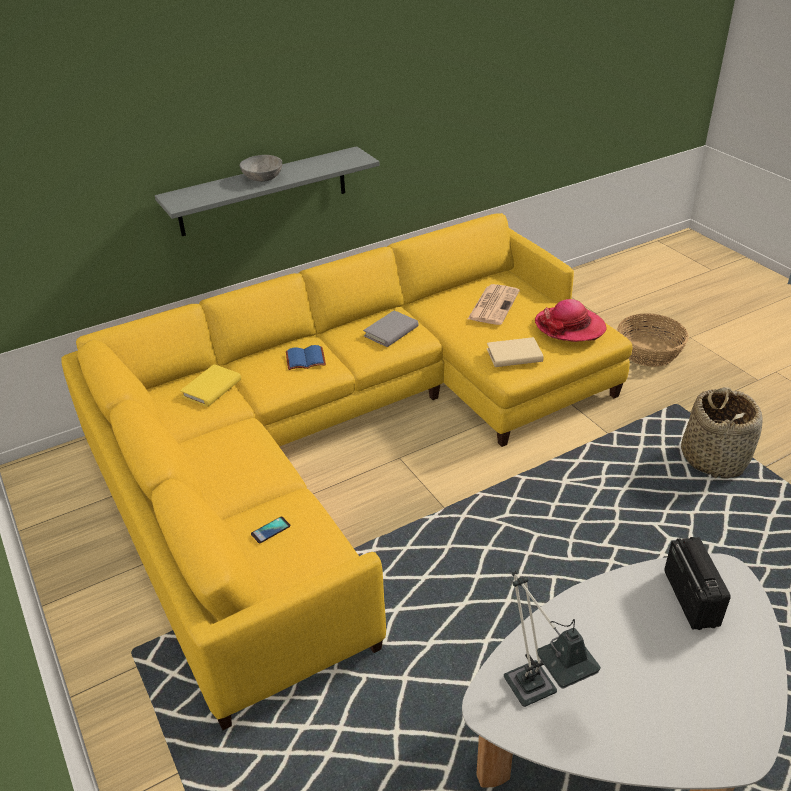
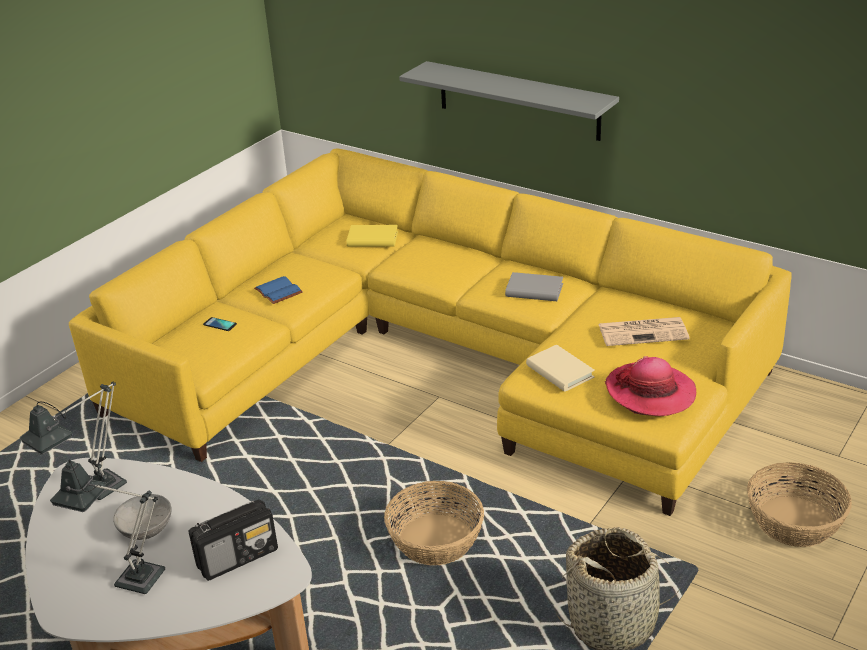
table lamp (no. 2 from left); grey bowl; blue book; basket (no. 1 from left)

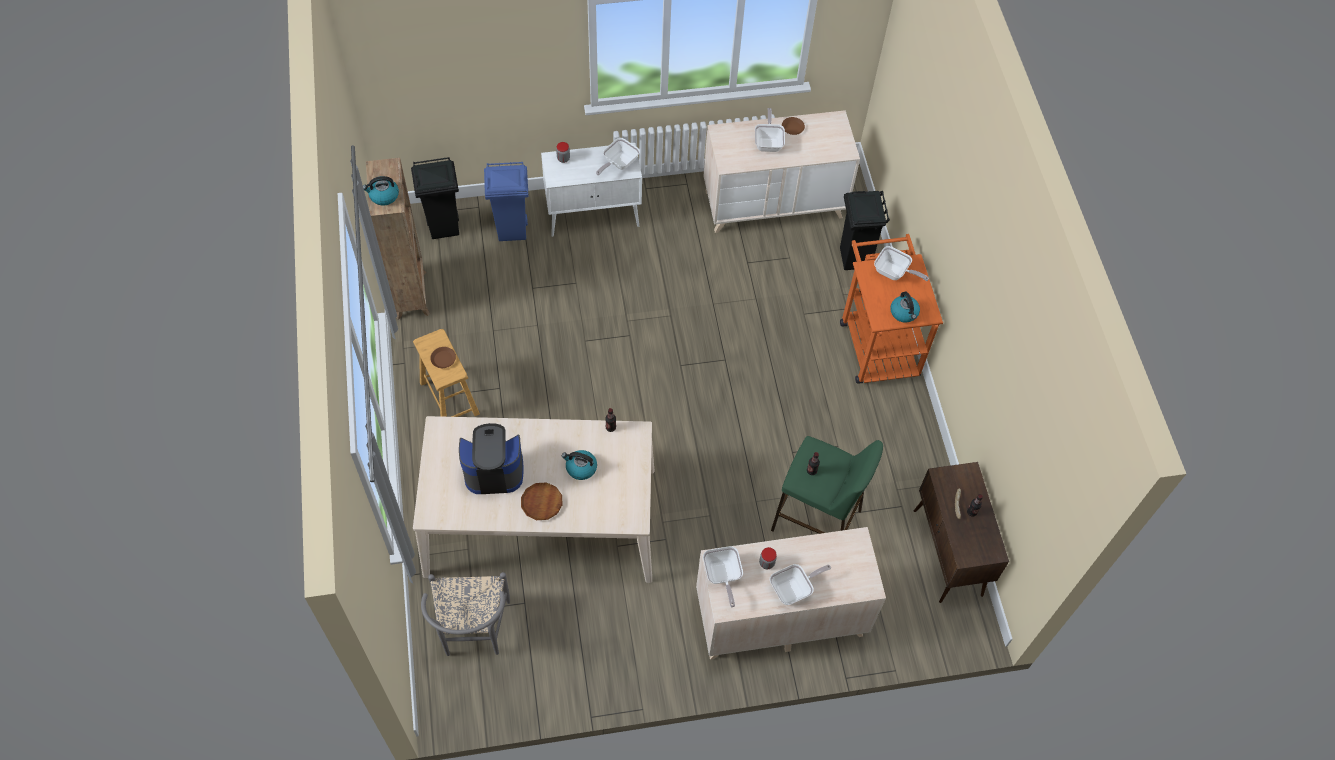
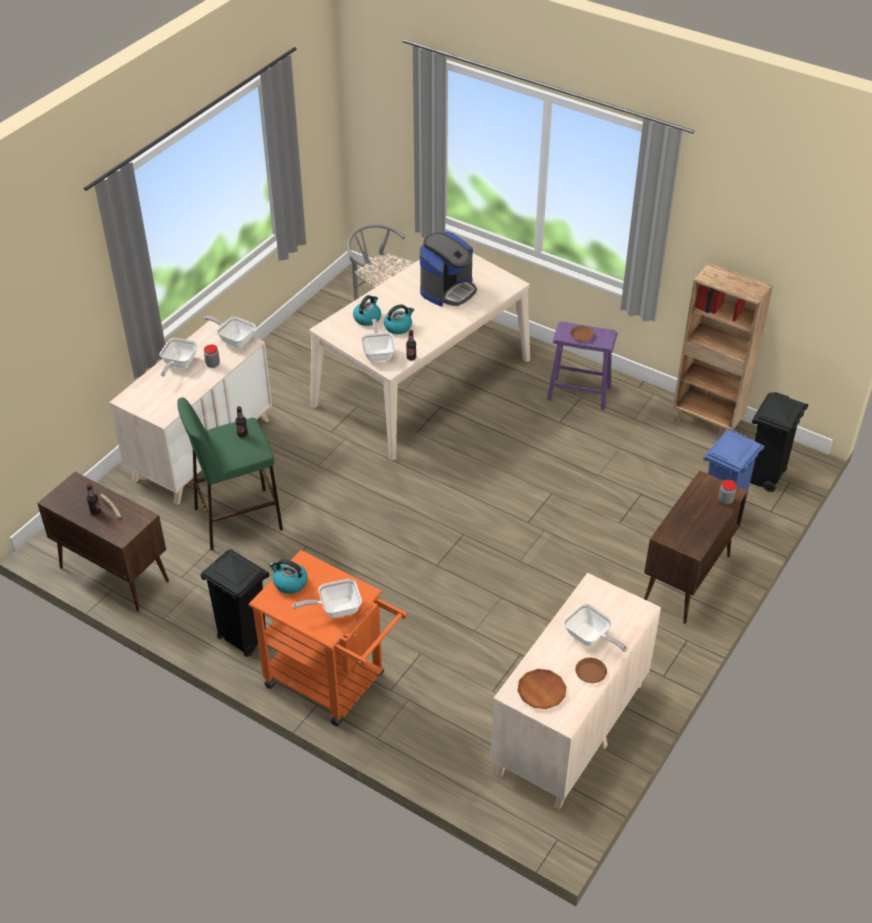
black trash can (no. 1 from left); kettle (no. 2 from left); frying pan (no. 4 from left); brown plate (no. 1 from left); purple stool; brown cabinet (no. 2 from left)

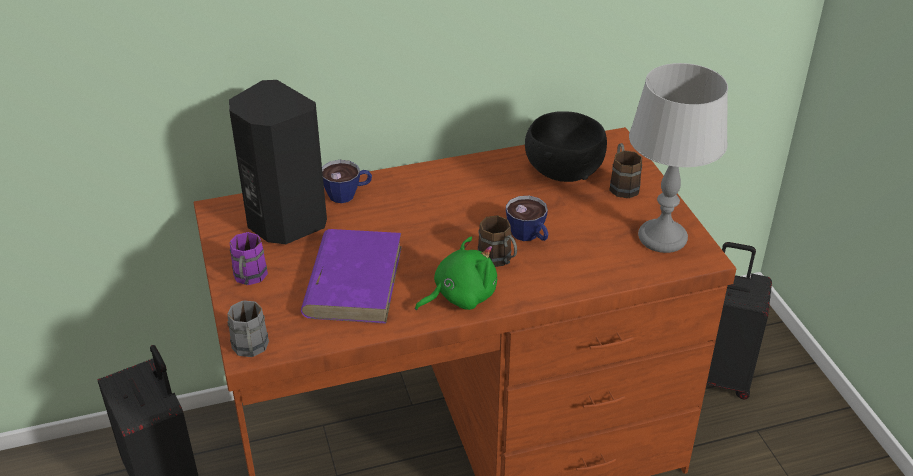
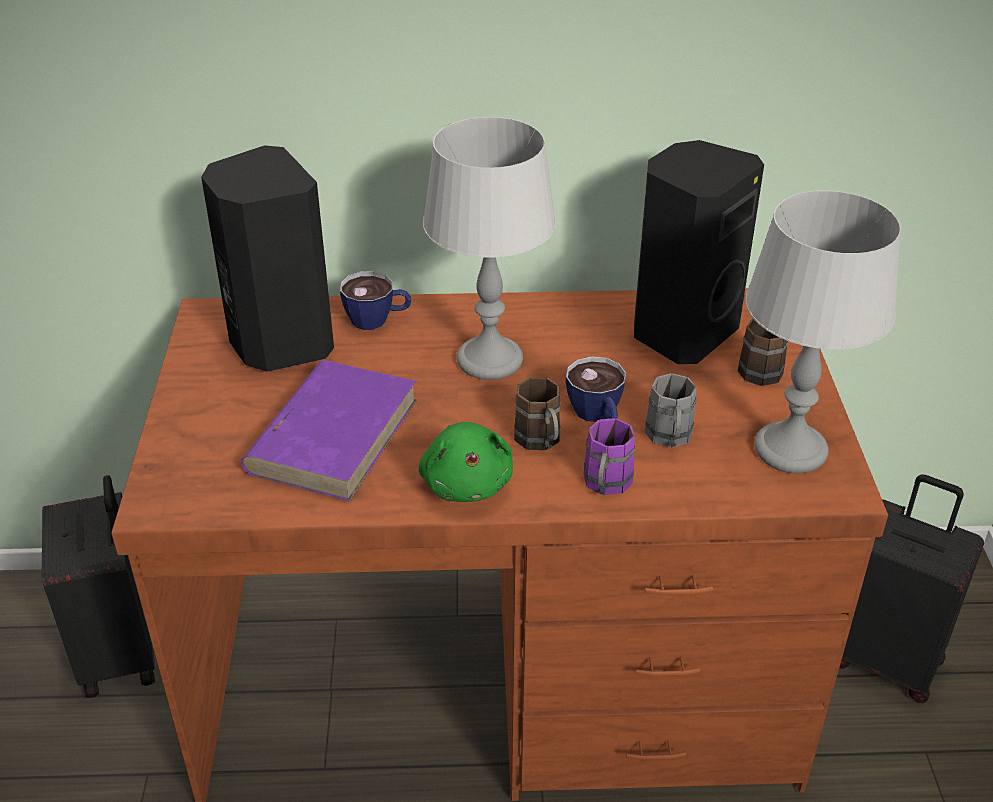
green plush toy; grey table lamp (no. 1 from left); purple mug; black speaker (no. 2 from left); grey mug

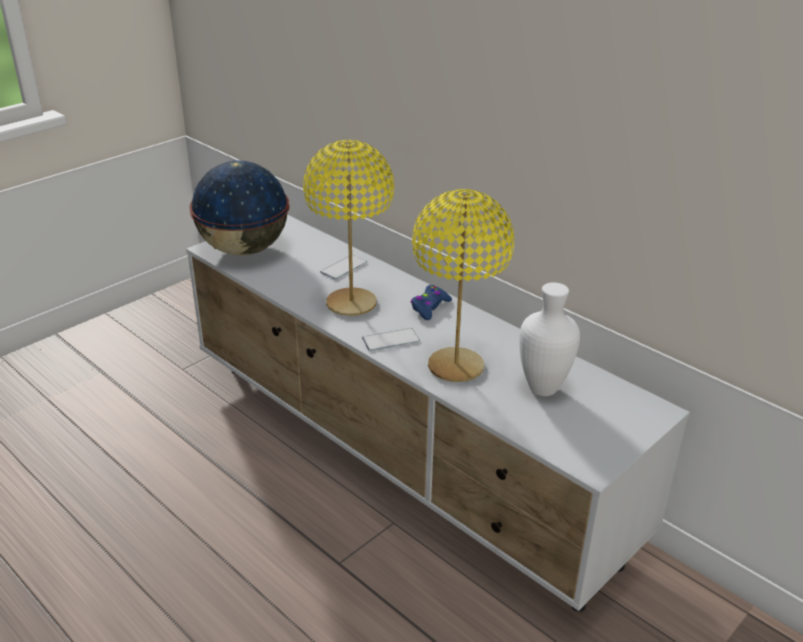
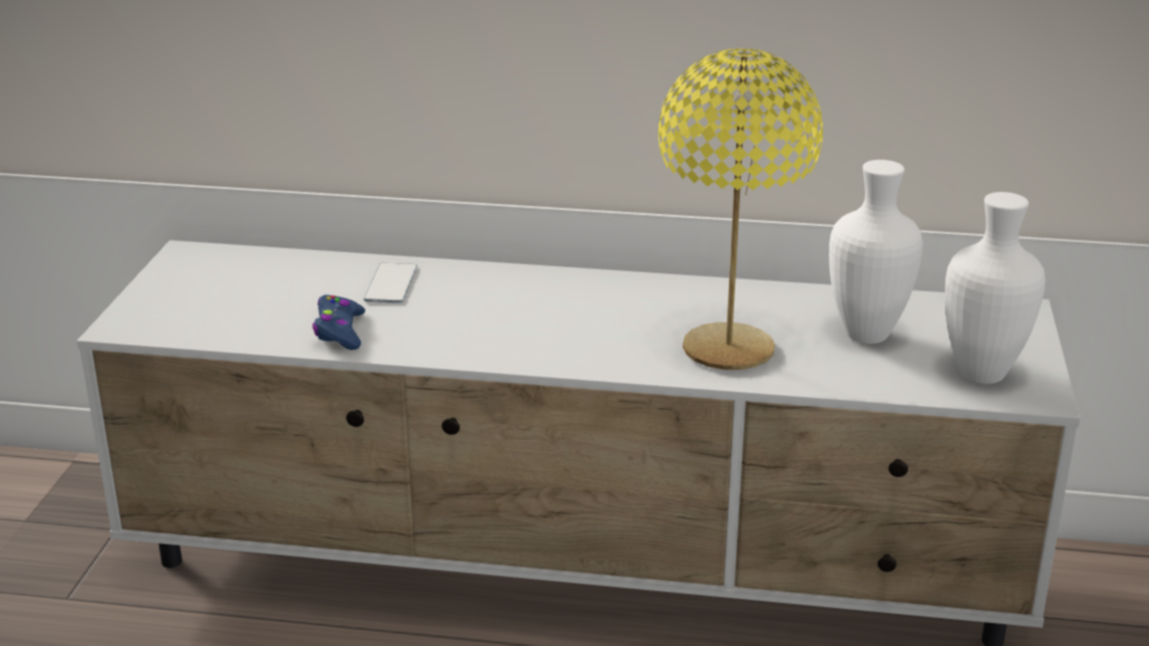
blue game controller; white vase (no. 2 from left); globe; yellow table lamp (no. 1 from left in the first image); phone (no. 2 from left in the first image)

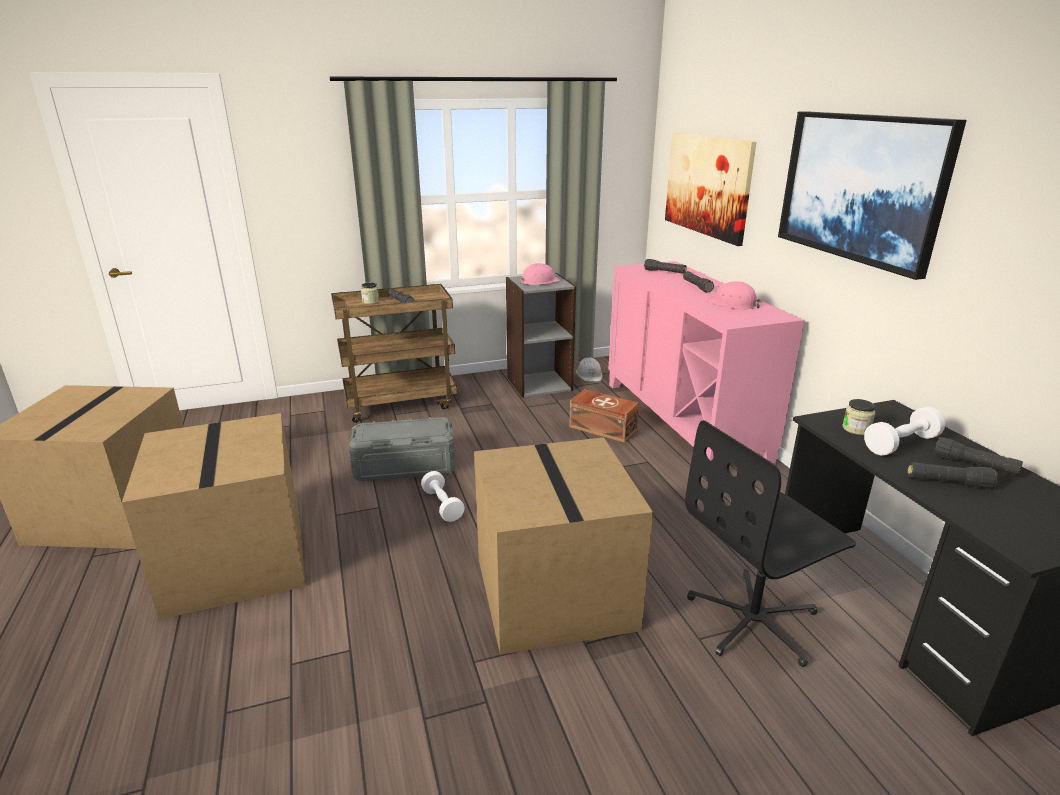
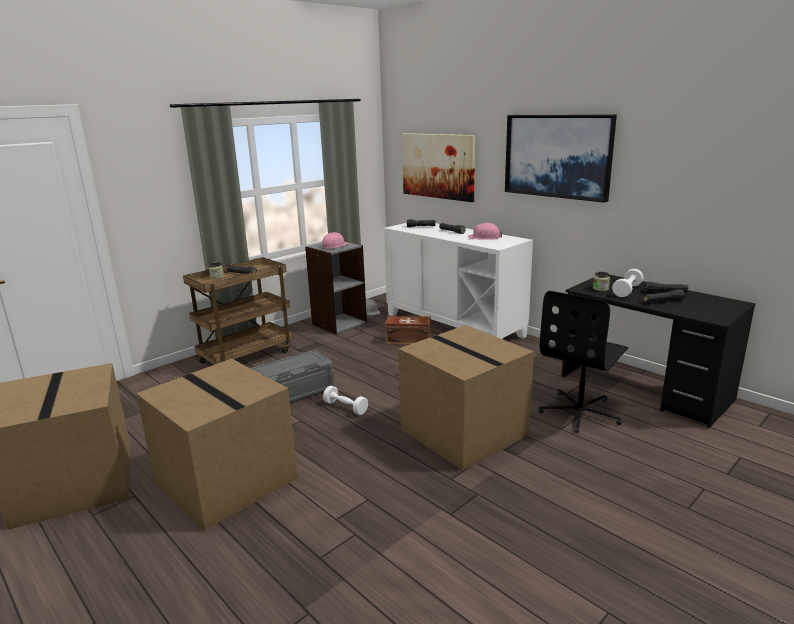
white cabinet

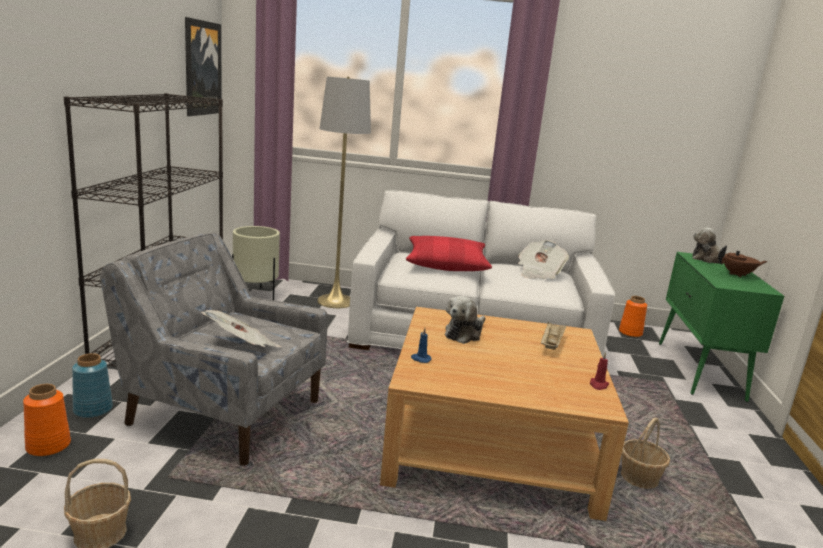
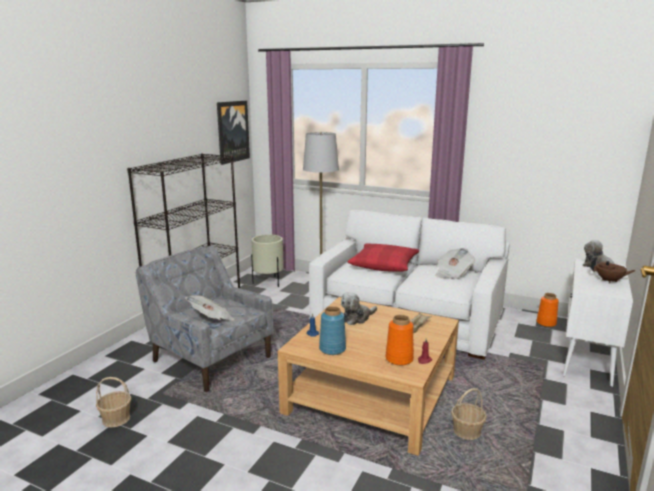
blue vase; orange vase (no. 1 from left); white cabinet

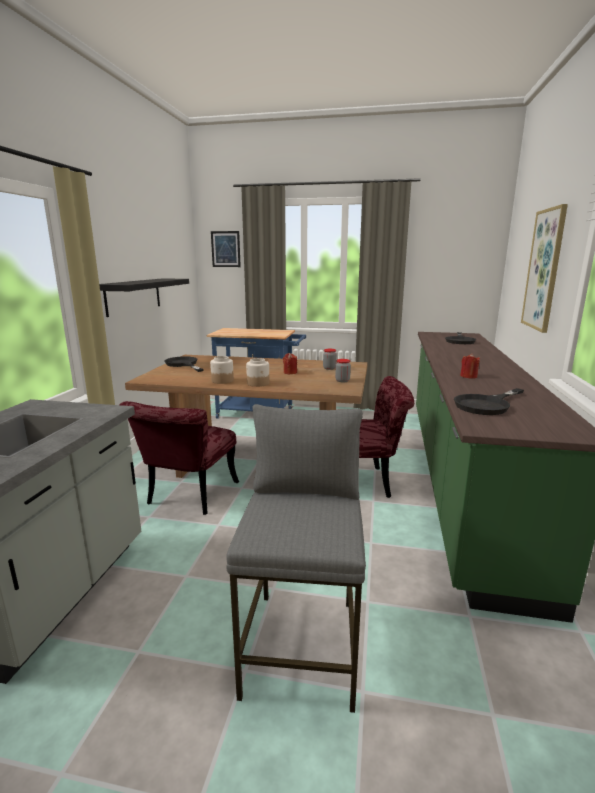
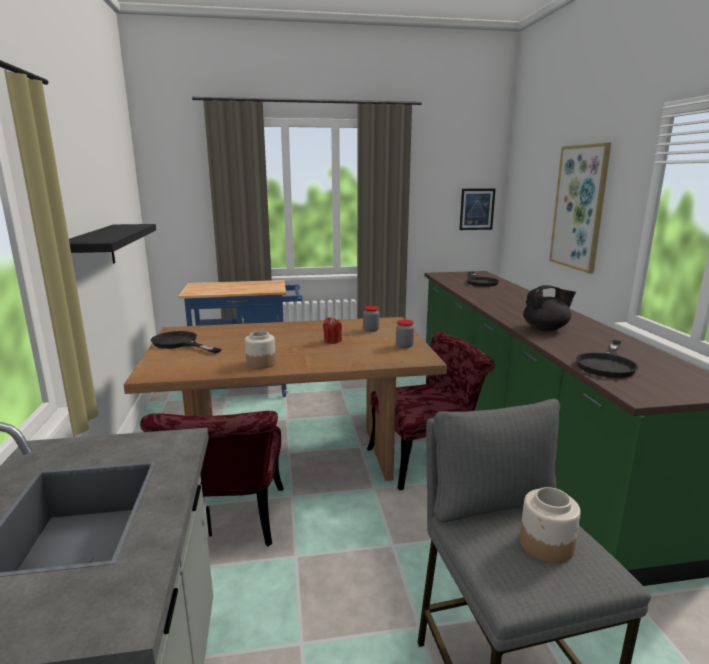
picture (no. 1 from left); jar (no. 4 from left); black teapot

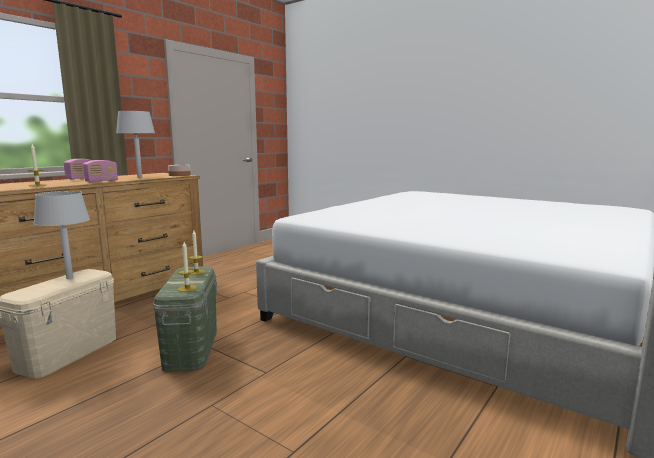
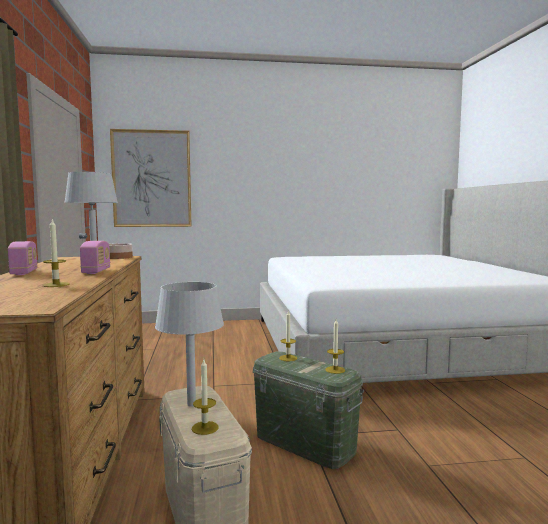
picture; candle (no. 2 from left)

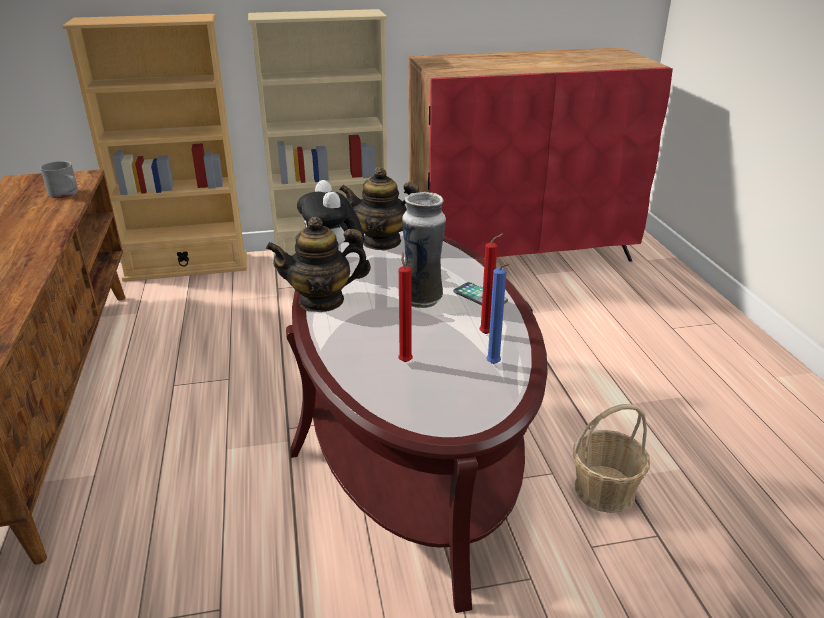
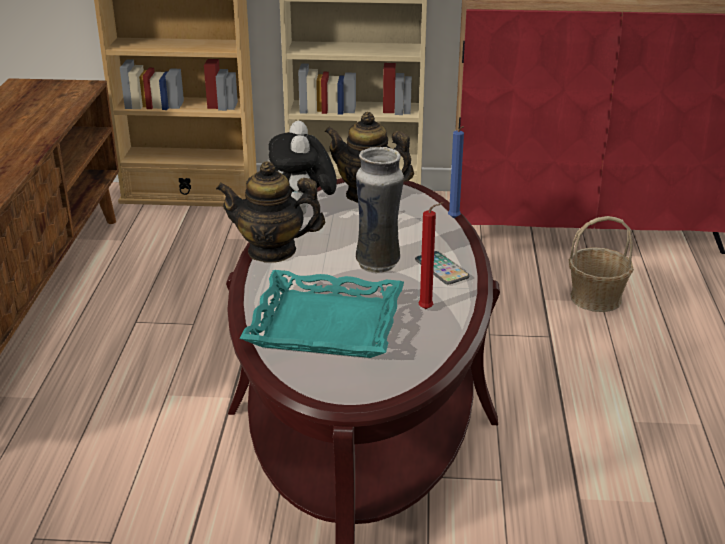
turquoise tray; blue candle; basket; grey mug

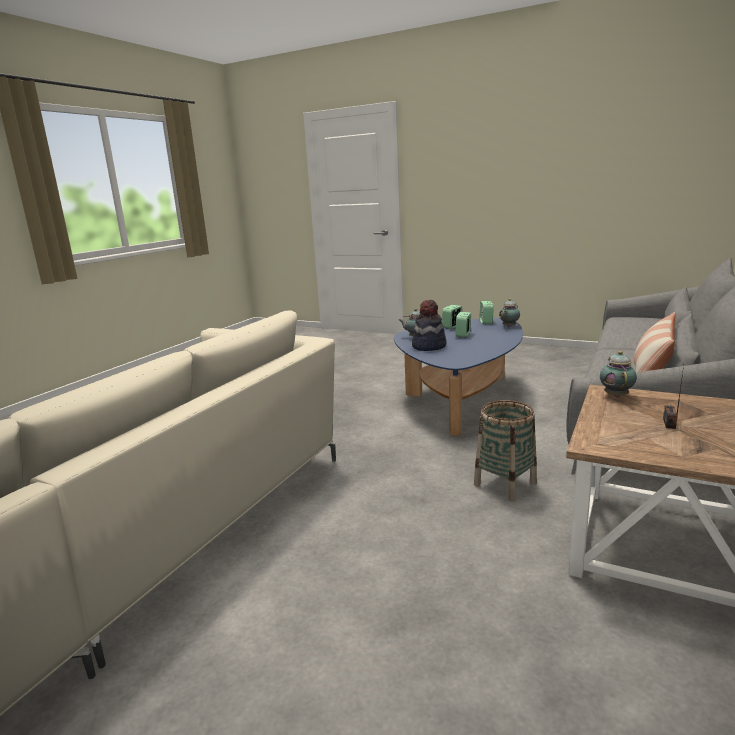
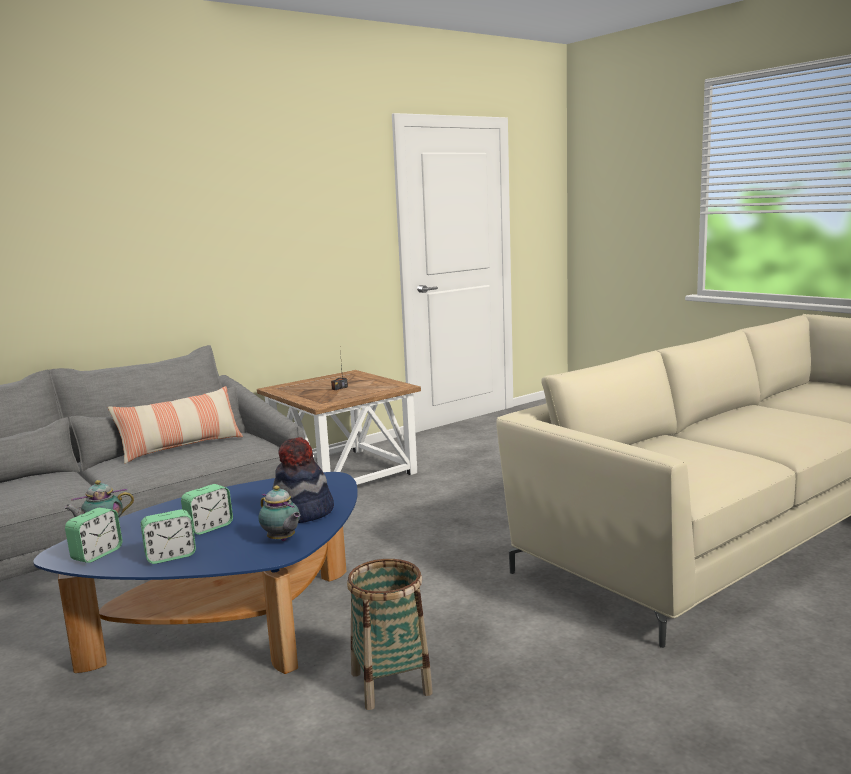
basket; teapot (no. 3 from left in the first image)

